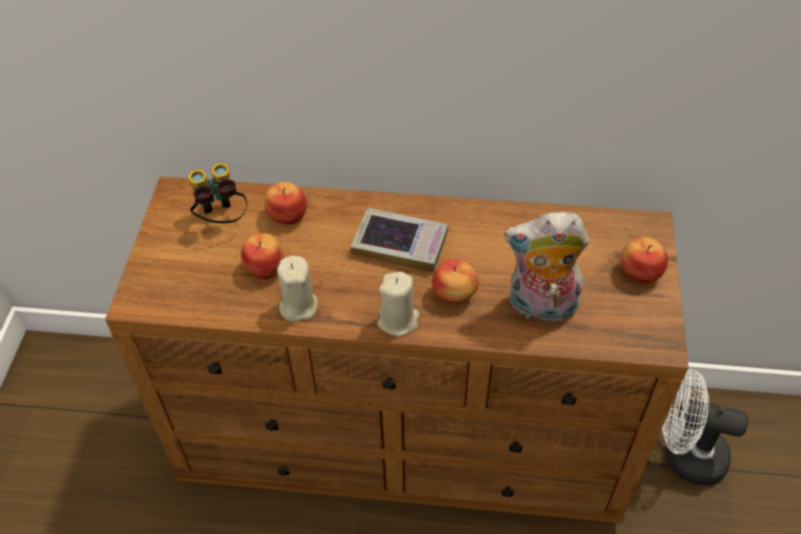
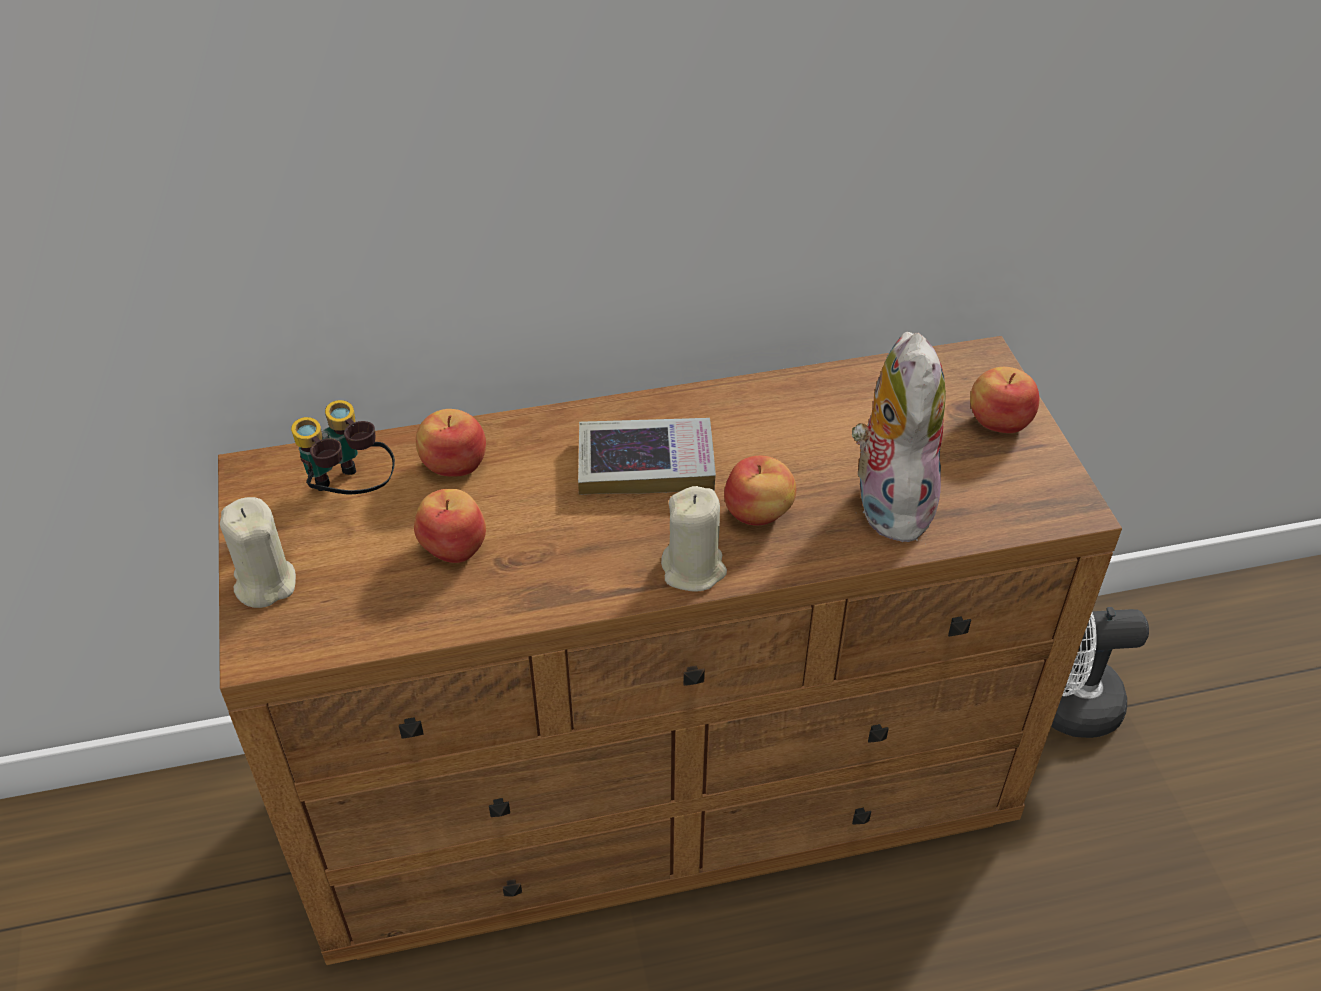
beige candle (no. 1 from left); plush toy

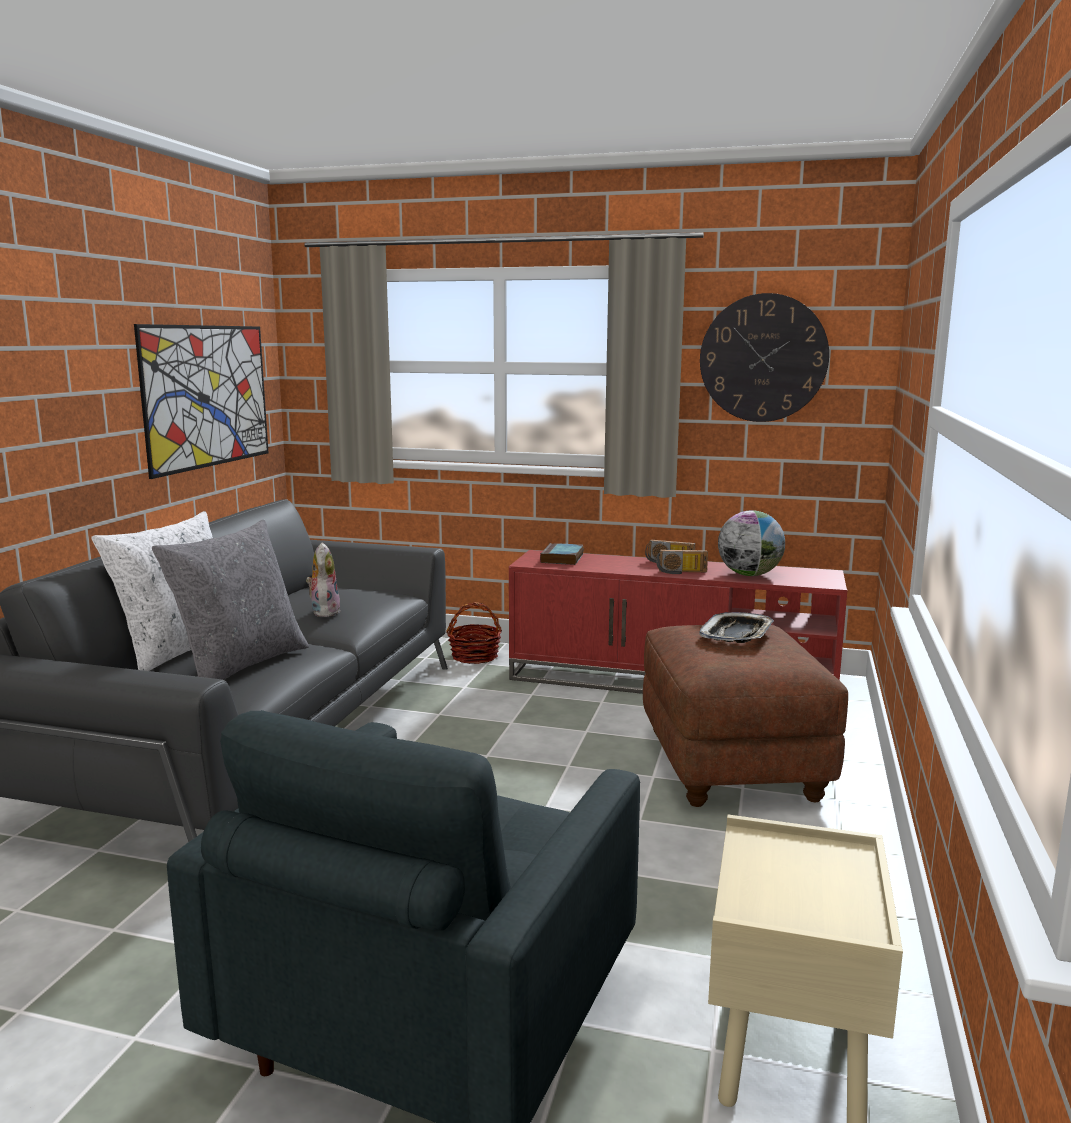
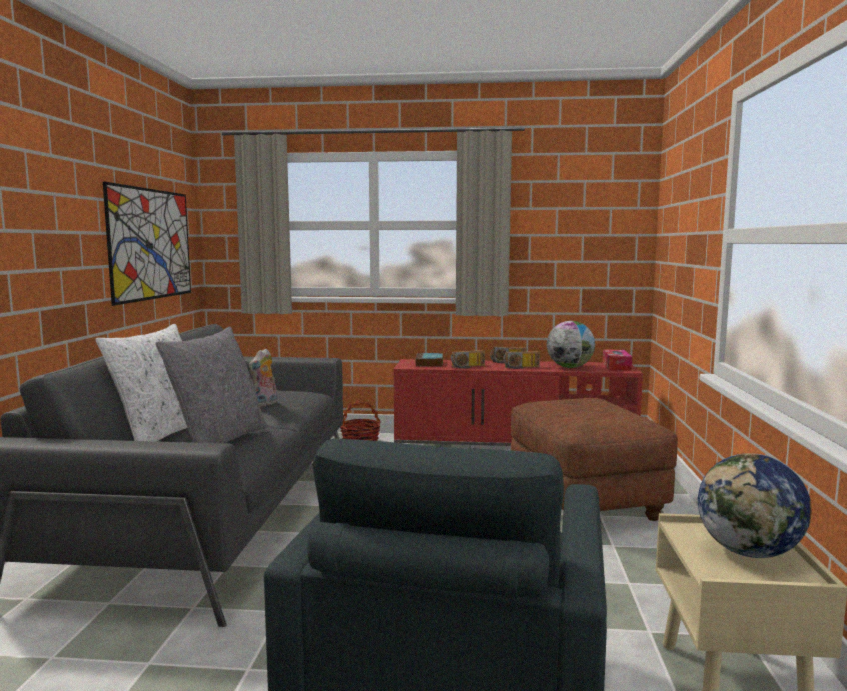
plush toy; radio (no. 1 from left); tissue box; globe (no. 2 from left); tray; wall clock

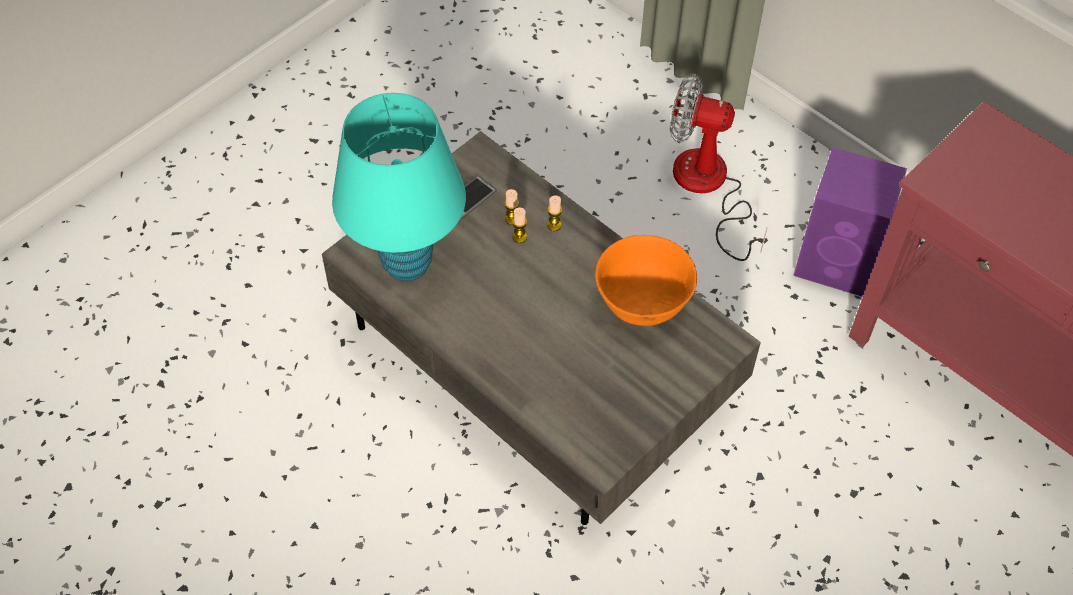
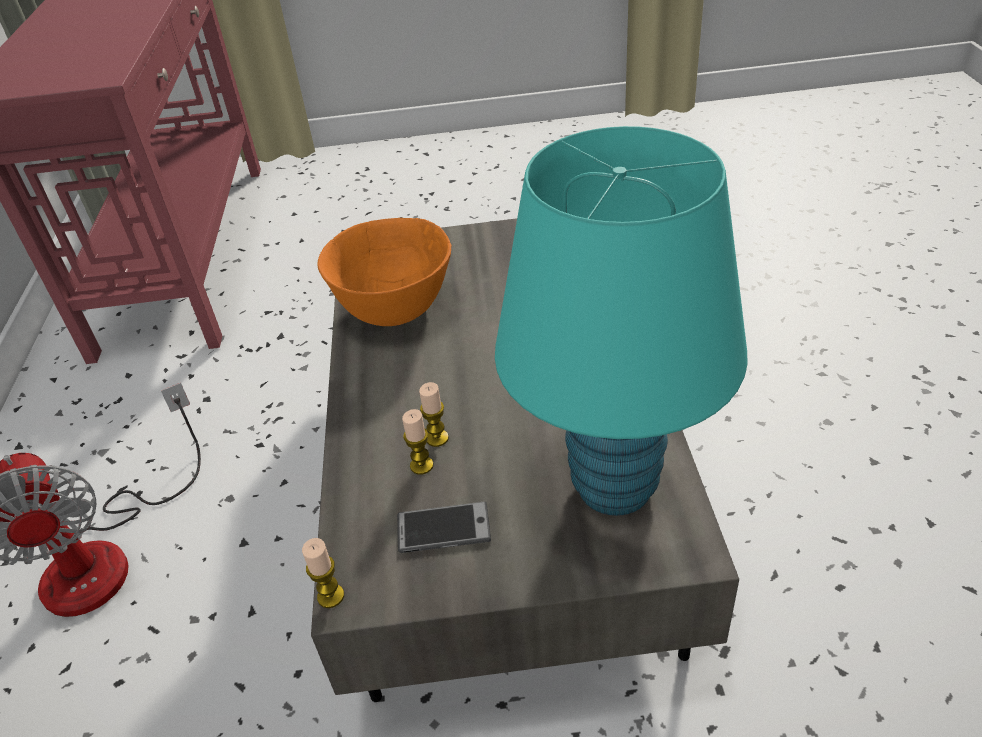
candle (no. 1 from left); purple speaker

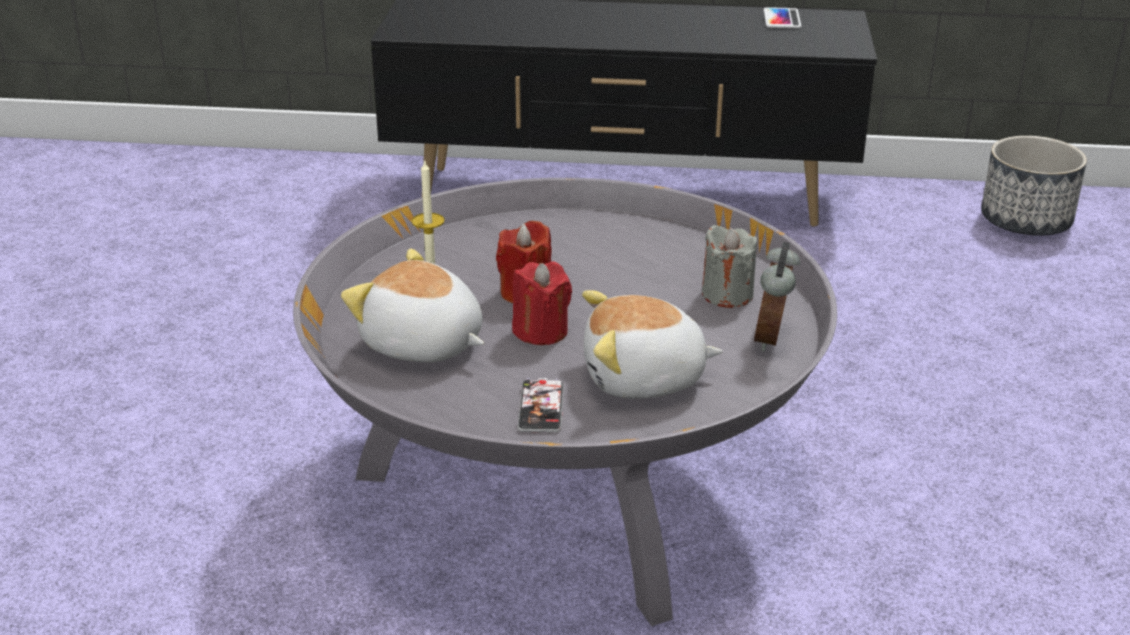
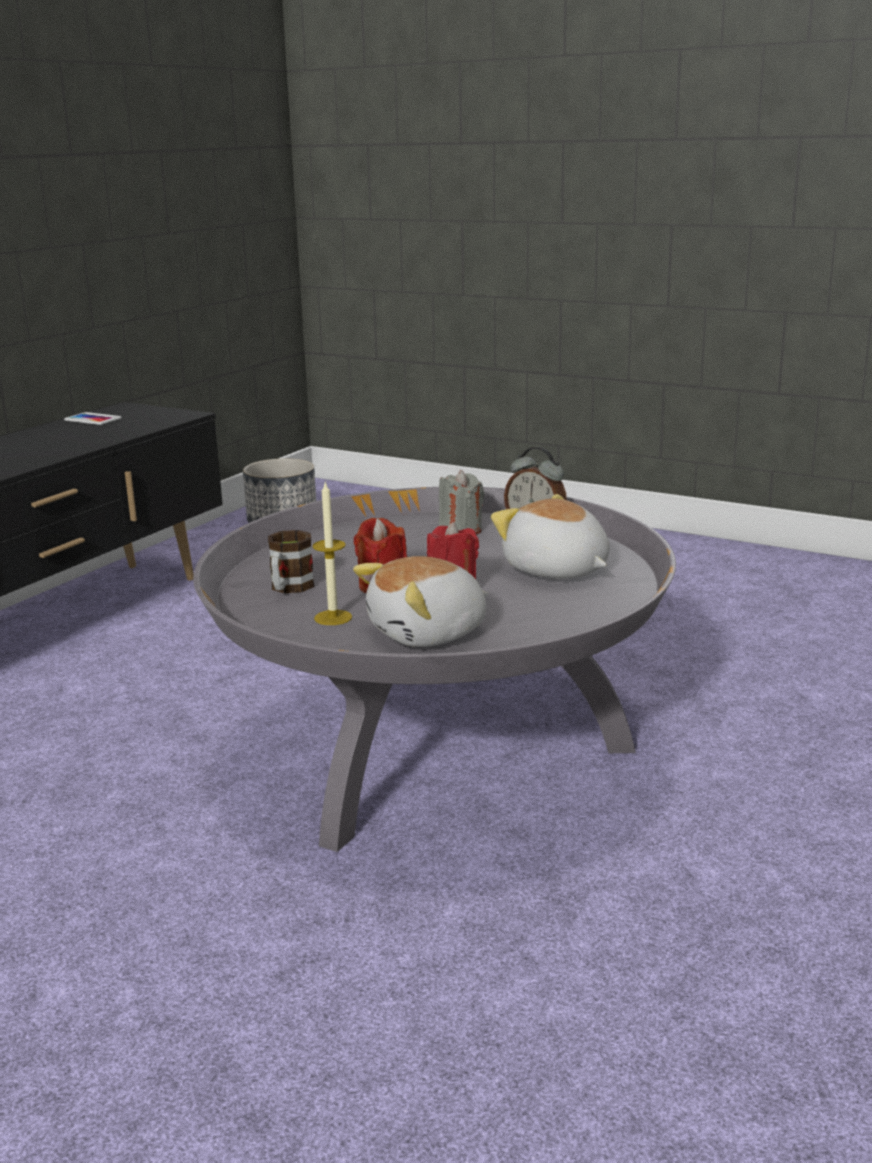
mug; plush toy (no. 2 from left); phone (no. 1 from left in the first image)

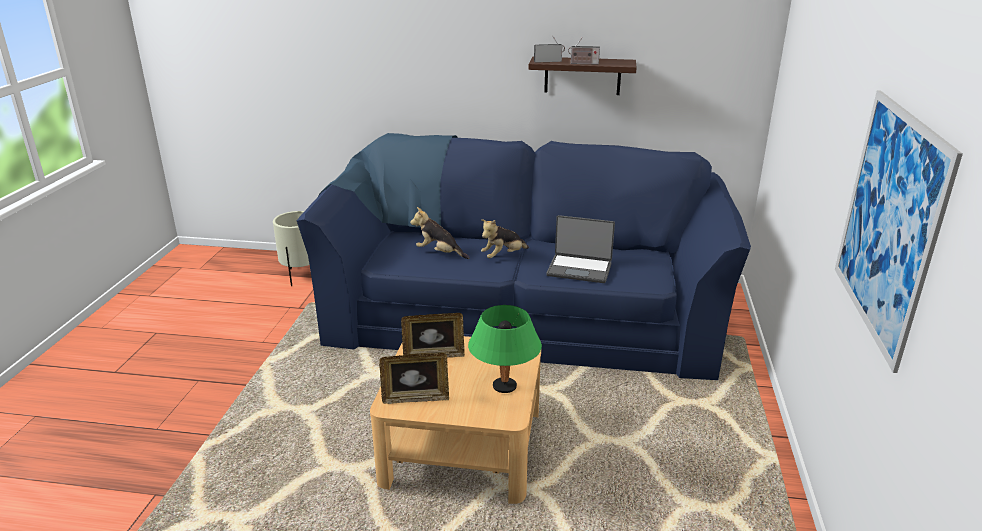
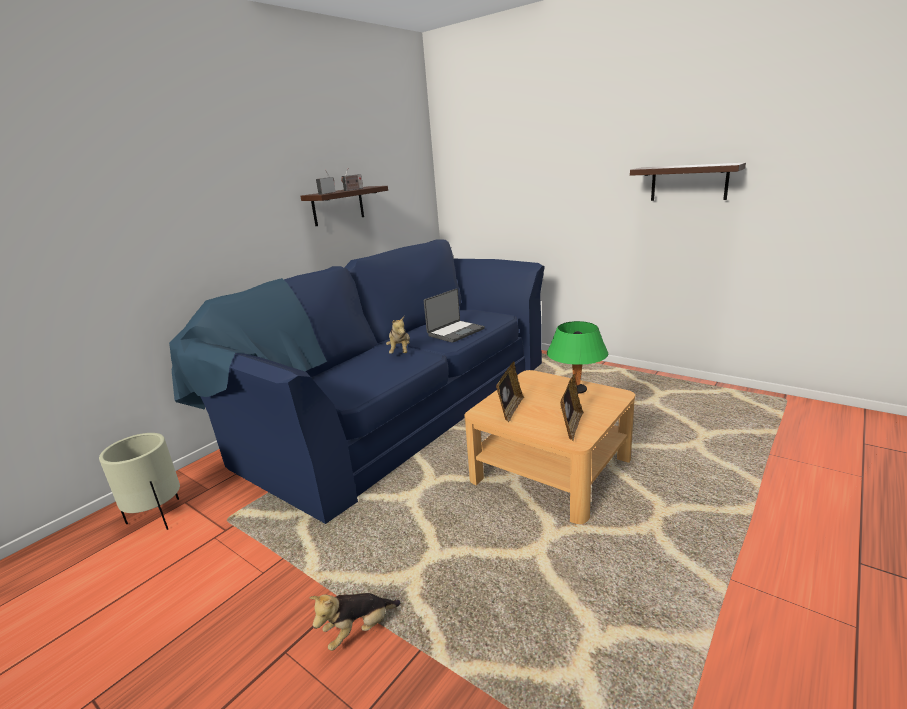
plush toy (no. 1 from left); shelf (no. 2 from left)

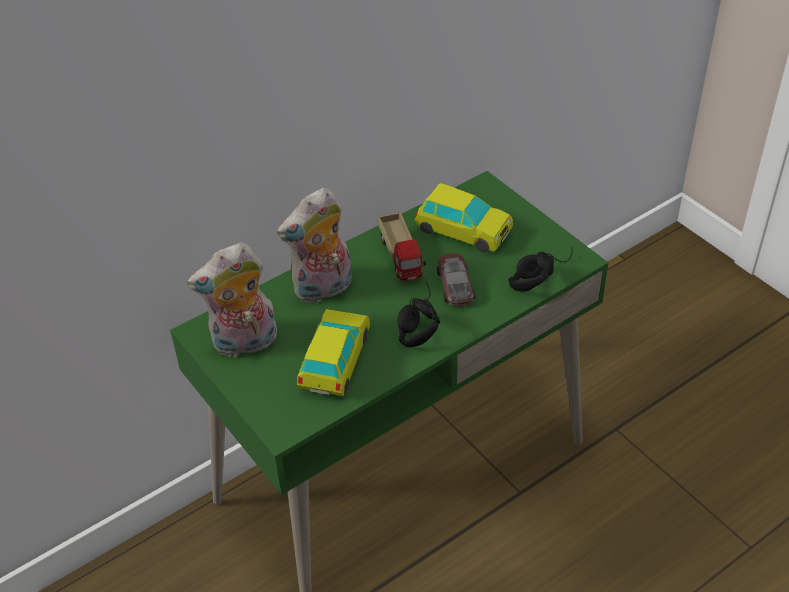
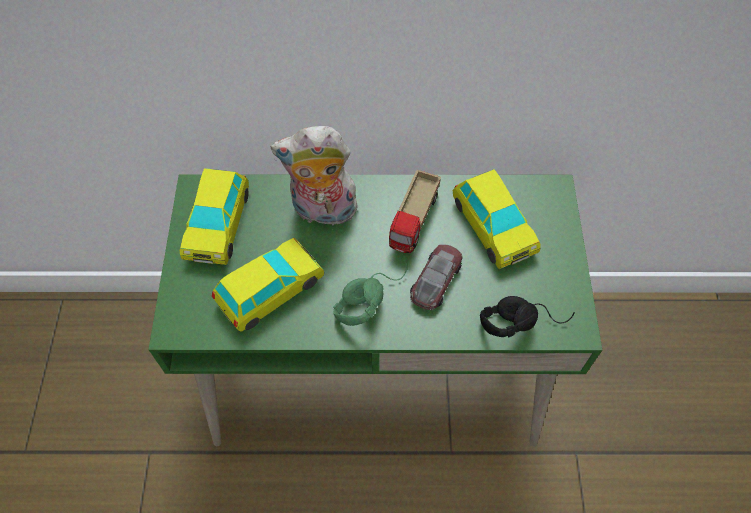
toy car (no. 1 from left); green headphones

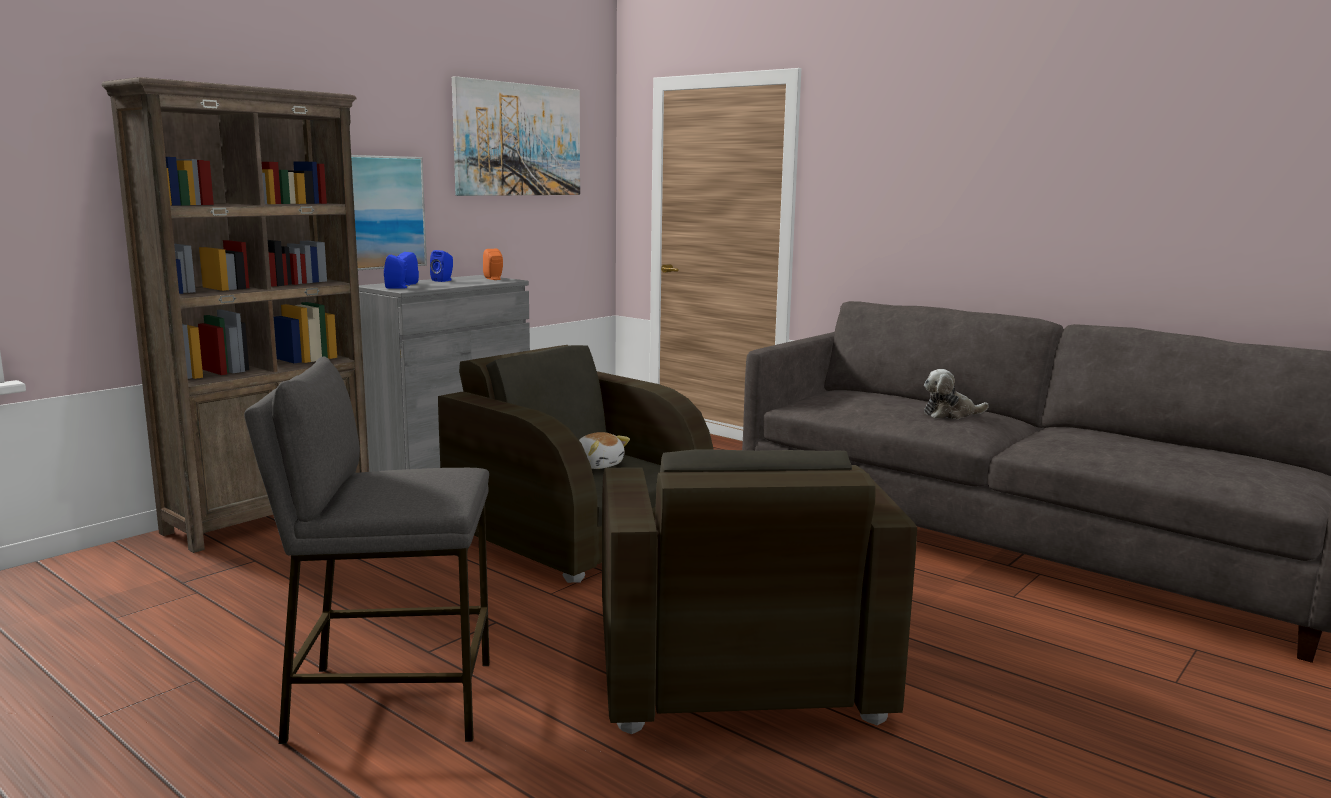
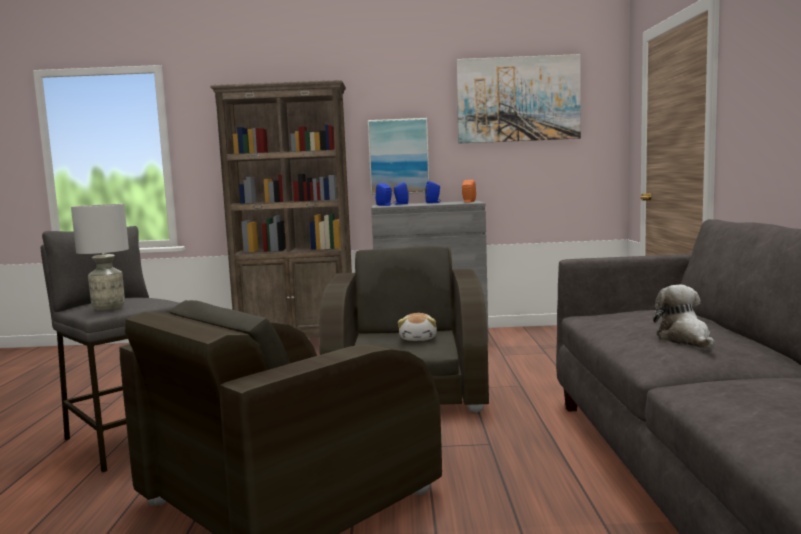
grey table lamp; plush toy (no. 2 from left)

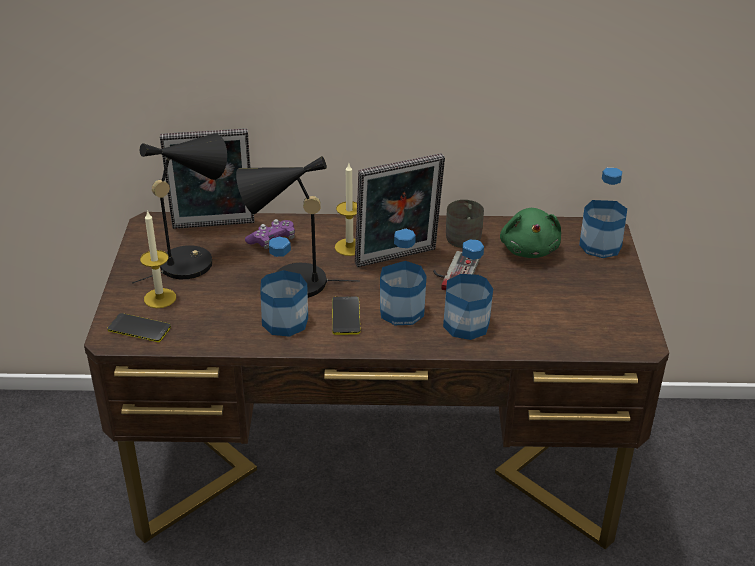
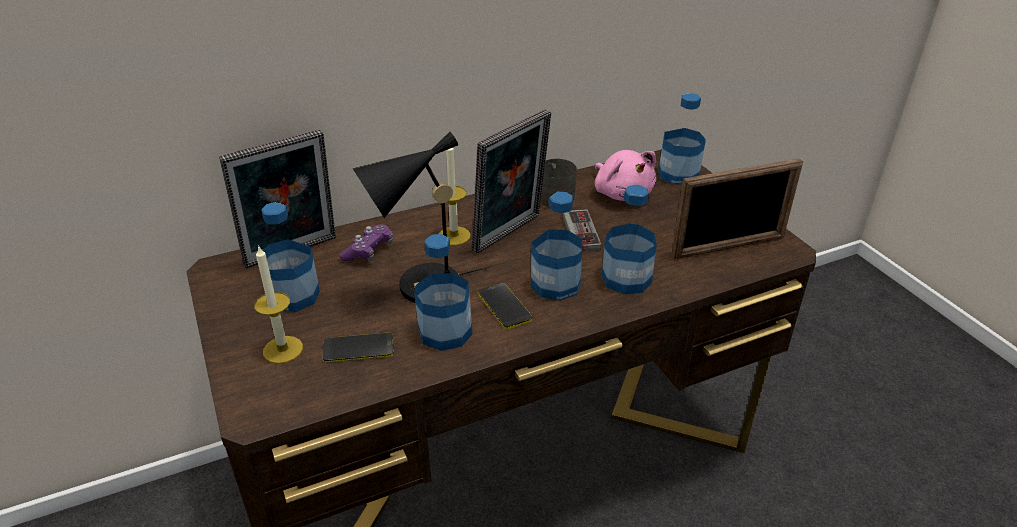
bottle (no. 1 from left); phone (no. 1 from left); pink plush toy; picture frame (no. 3 from left)

